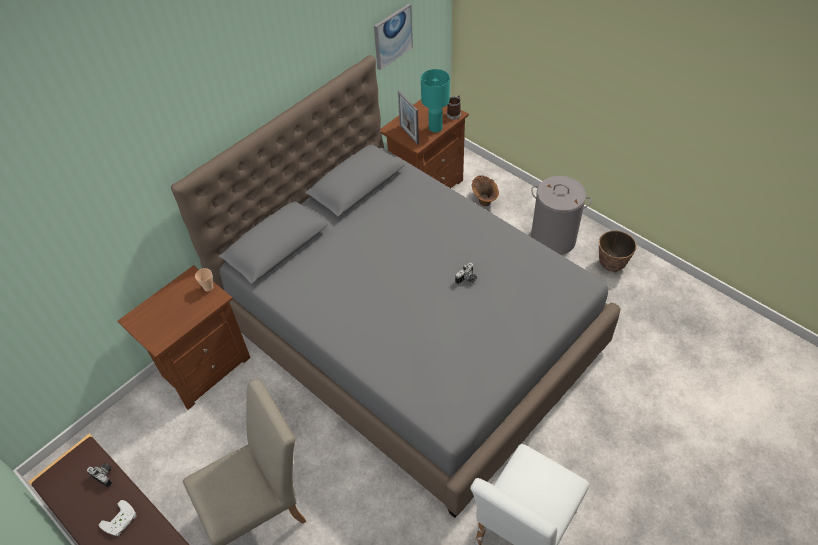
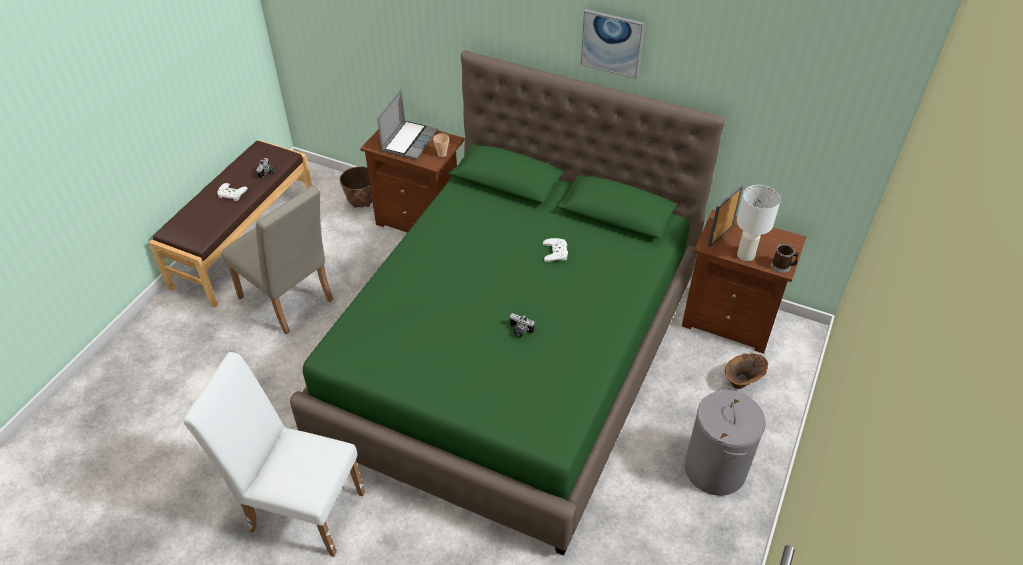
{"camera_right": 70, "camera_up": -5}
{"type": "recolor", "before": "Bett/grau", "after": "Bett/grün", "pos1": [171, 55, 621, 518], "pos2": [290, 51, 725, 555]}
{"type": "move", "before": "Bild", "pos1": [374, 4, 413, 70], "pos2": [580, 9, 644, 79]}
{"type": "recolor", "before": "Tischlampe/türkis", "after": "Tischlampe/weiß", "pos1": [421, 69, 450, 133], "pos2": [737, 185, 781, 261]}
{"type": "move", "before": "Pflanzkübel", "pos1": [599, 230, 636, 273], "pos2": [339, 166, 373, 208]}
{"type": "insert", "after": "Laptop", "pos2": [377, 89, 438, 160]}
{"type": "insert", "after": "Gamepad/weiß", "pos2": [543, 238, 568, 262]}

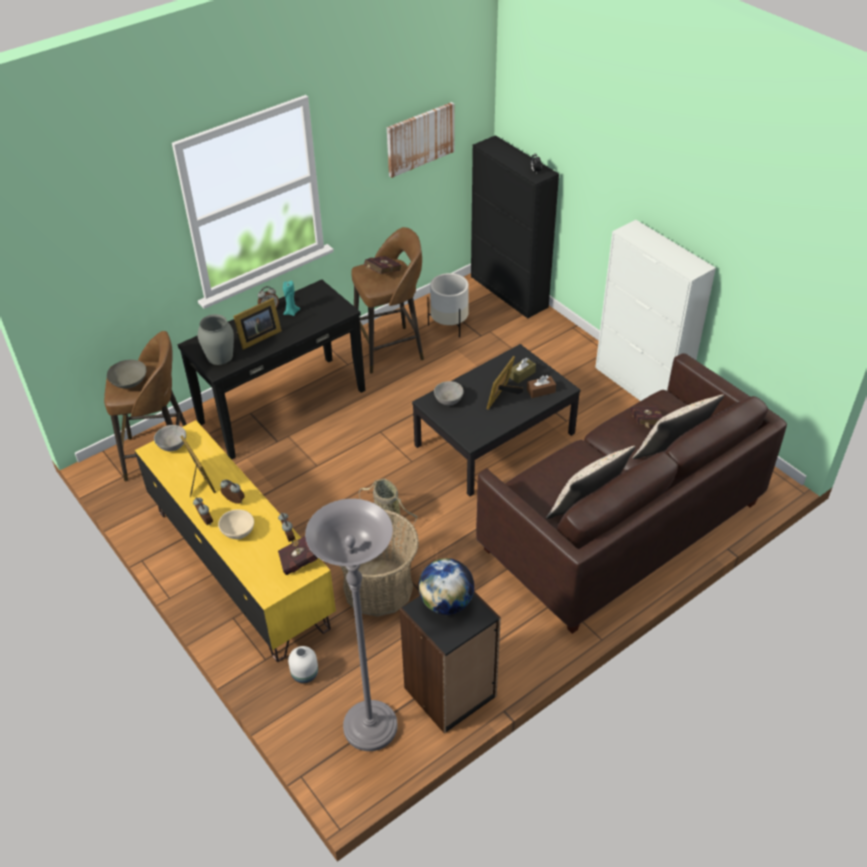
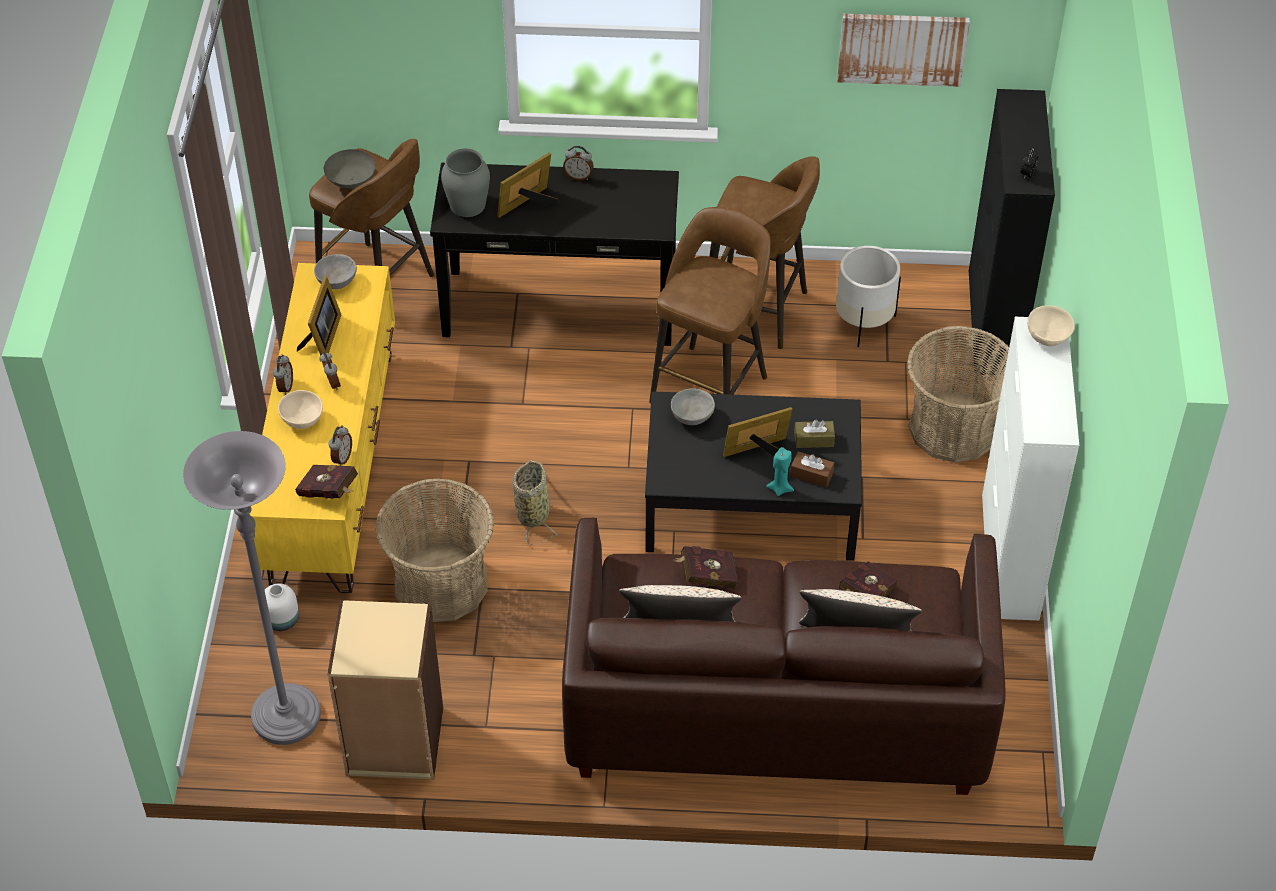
{"camera_right": 40, "camera_up": 5}
{"type": "rotate", "before": "Bilderrahmen", "pos1": [233, 298, 282, 350], "pos2": [497, 152, 559, 218], "turn": 135}
{"type": "move", "before": "Kerze/türkis", "pos1": [283, 280, 300, 316], "pos2": [766, 447, 794, 496]}
{"type": "move", "before": "Buch/rot", "pos1": [364, 256, 402, 274], "pos2": [674, 546, 739, 589]}
{"type": "recolor", "before": "Bücherregal/schwarz", "after": "Bücherregal/beige", "pos1": [400, 591, 501, 734], "pos2": [327, 600, 443, 780]}
{"type": "delete", "before": "Globus", "pos1": [419, 558, 474, 615]}
{"type": "insert", "after": "Hocker/braun", "pos2": [649, 207, 771, 404]}
{"type": "insert", "after": "Korb", "pos2": [907, 326, 1009, 463]}
{"type": "insert", "after": "Schüssel/beige", "pos2": [1027, 305, 1075, 346]}

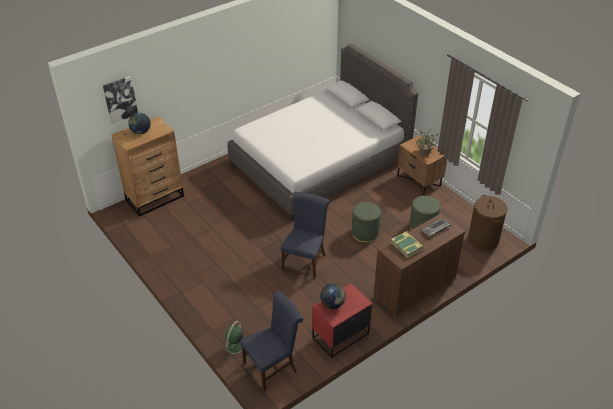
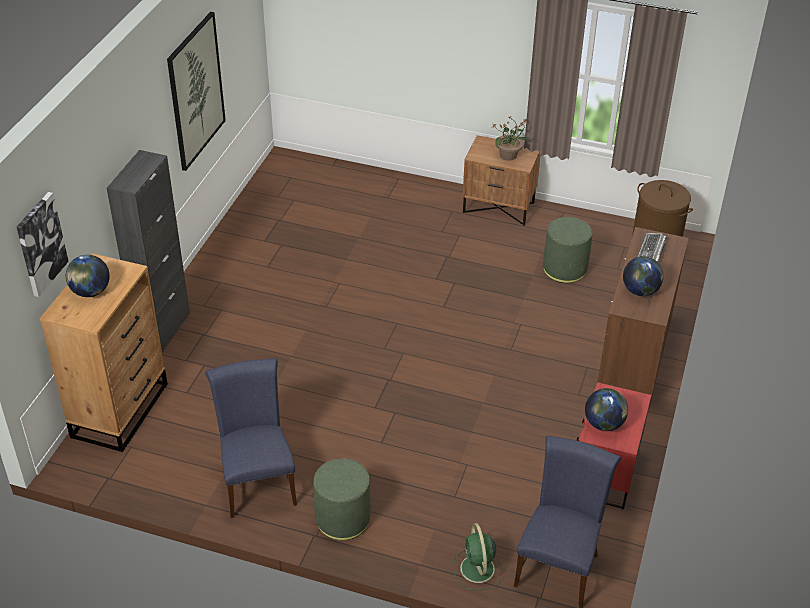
{"camera_right": -35, "camera_up": 0}
{"type": "delete", "before": "Bett/weiß", "pos1": [227, 43, 419, 221]}
{"type": "move", "before": "Stuhl/blau", "pos1": [281, 192, 330, 279], "pos2": [205, 358, 297, 518]}
{"type": "move", "before": "Polsterhocker/grün", "pos1": [352, 202, 381, 243], "pos2": [313, 458, 371, 541]}
{"type": "replace", "before": "Buch", "after": "Globus", "pos1": [391, 231, 424, 258], "pos2": [623, 256, 664, 296]}
{"type": "insert", "after": "Schrank/schwarz", "pos2": [107, 150, 190, 353]}
{"type": "insert", "after": "Bild", "pos2": [167, 12, 226, 171]}

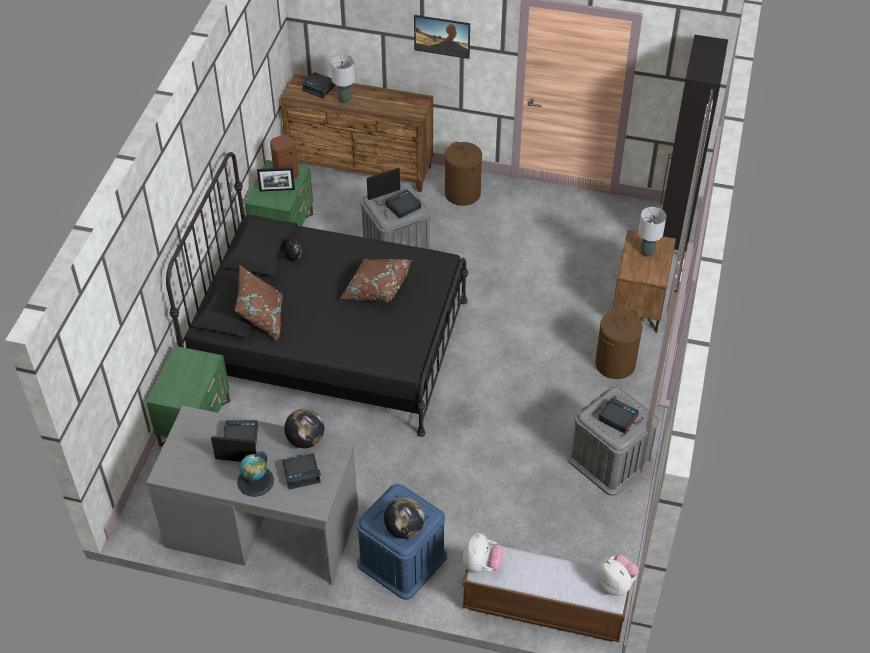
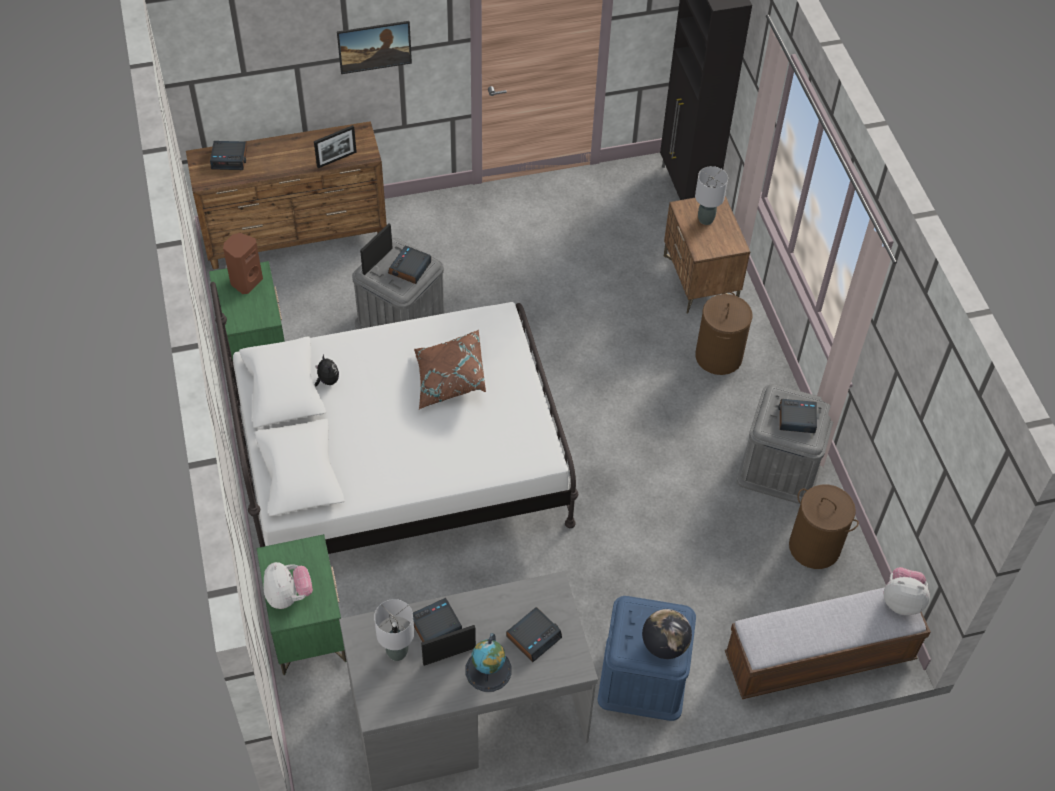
{"camera_right": -30, "camera_up": 5}
{"type": "recolor", "before": "Bett/schwarz", "after": "Bett/weiß", "pos1": [166, 152, 468, 437], "pos2": [210, 282, 578, 554]}
{"type": "delete", "before": "Kissen/braun", "pos1": [235, 265, 283, 341]}
{"type": "move", "before": "Bilderrahmen", "pos1": [257, 167, 295, 191], "pos2": [314, 125, 357, 168]}
{"type": "delete", "before": "Globus", "pos1": [284, 408, 324, 448]}
{"type": "move", "before": "Tischlampe/grau", "pos1": [331, 54, 355, 104], "pos2": [374, 599, 414, 661]}
{"type": "move", "before": "Wäschekorb/braun", "pos1": [445, 142, 482, 206], "pos2": [789, 485, 859, 569]}
{"type": "move", "before": "Plüschtier", "pos1": [463, 533, 504, 572], "pos2": [264, 562, 313, 609]}

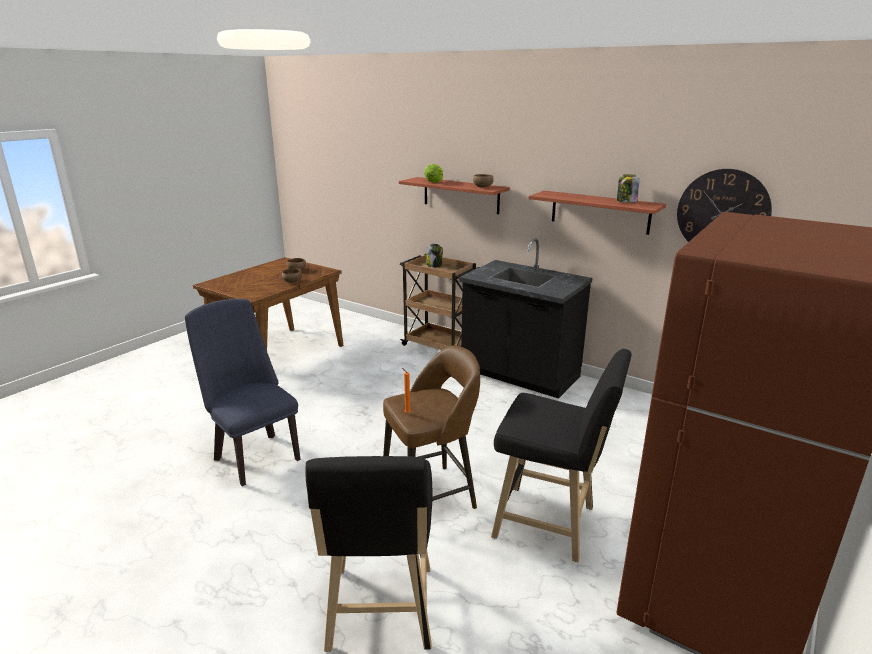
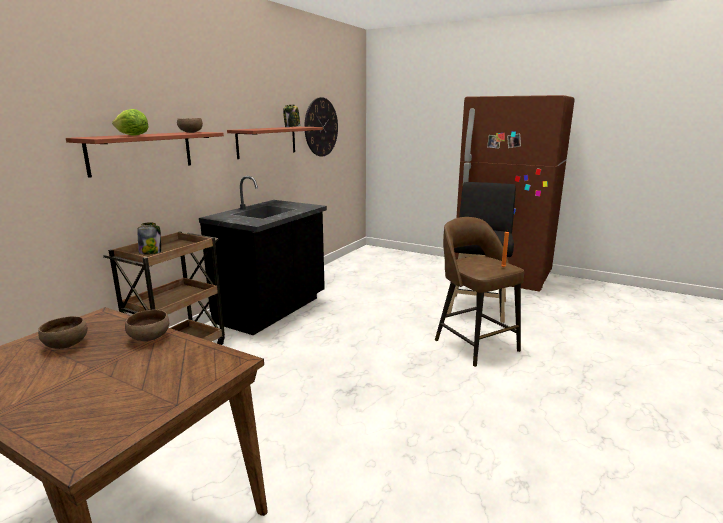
{"camera_right": -95, "camera_up": -5}
{"type": "delete", "before": "Stuhl/blau", "pos1": [185, 299, 301, 486]}
{"type": "delete", "before": "Hocker/schwarz", "pos1": [305, 456, 433, 652]}

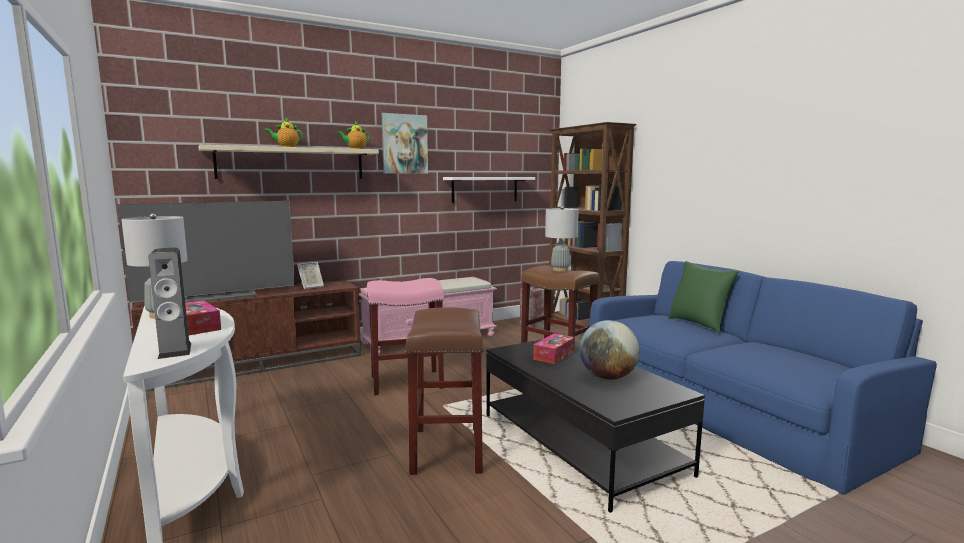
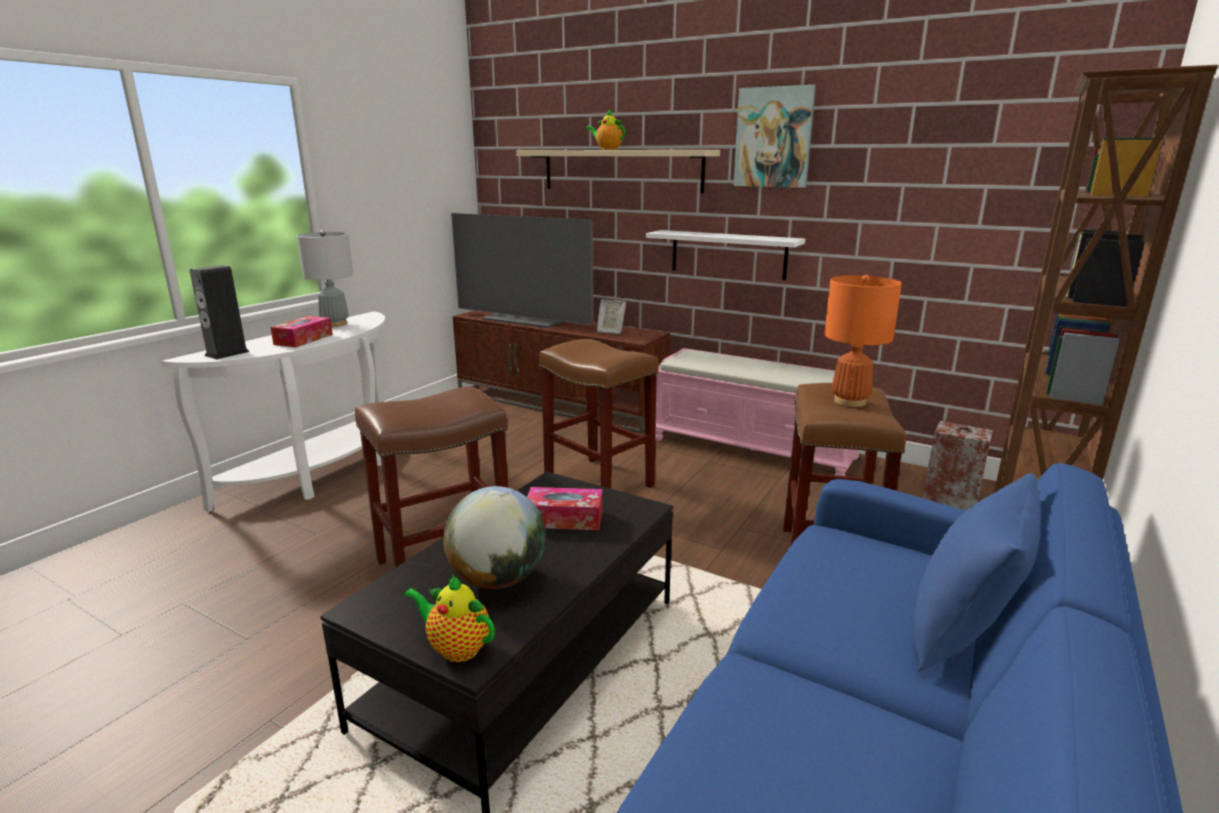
{"camera_right": 60, "camera_up": 10}
{"type": "move", "before": "Teekanne", "pos1": [337, 121, 370, 149], "pos2": [404, 575, 495, 662]}
{"type": "recolor", "before": "Hocker/rosa", "after": "Hocker/braun", "pos1": [367, 278, 444, 395], "pos2": [539, 339, 659, 489]}
{"type": "move", "before": "Wandregal/weiß", "pos1": [443, 177, 535, 203], "pos2": [646, 230, 805, 280]}
{"type": "recolor", "before": "Tischlampe/grau", "after": "Tischlampe/orange", "pos1": [545, 206, 579, 271], "pos2": [824, 275, 902, 407]}
{"type": "recolor", "before": "Kissen/grün", "after": "Kissen/blau", "pos1": [668, 261, 739, 333], "pos2": [914, 473, 1041, 672]}

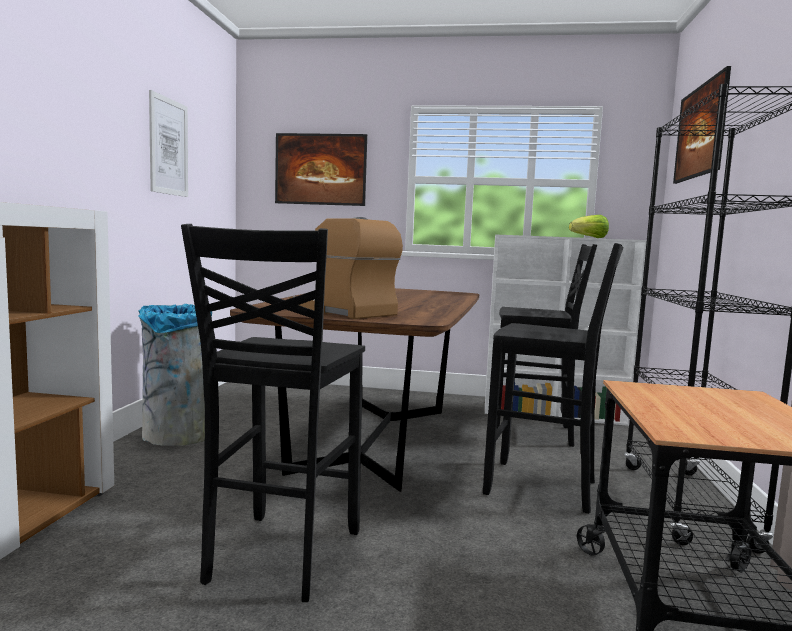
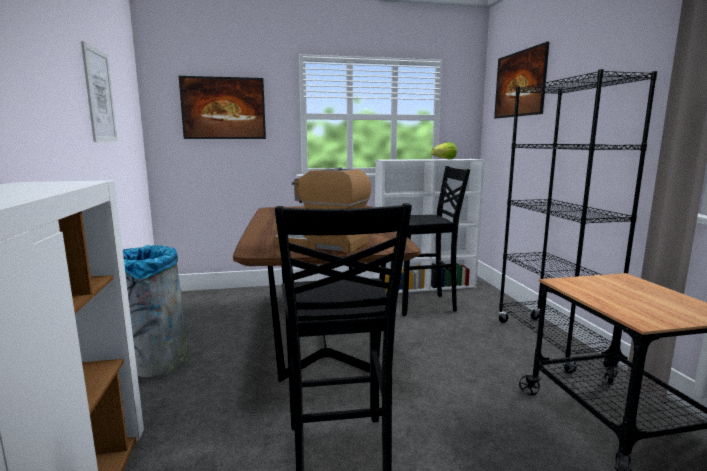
{"camera_right": -20, "camera_up": 5}
{"type": "delete", "before": "Hocker/schwarz", "pos1": [483, 243, 624, 514]}

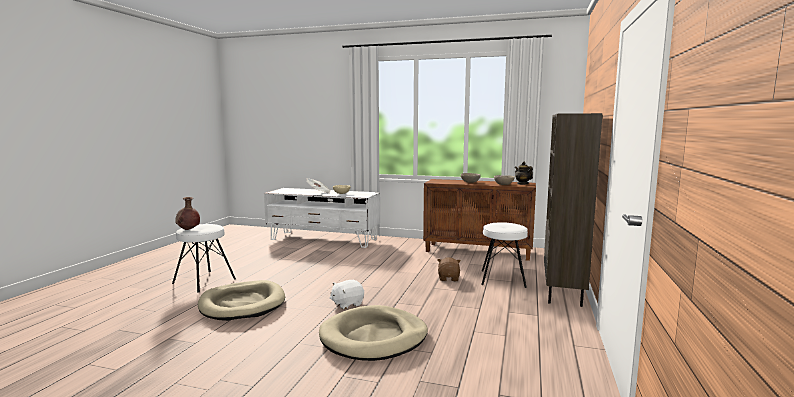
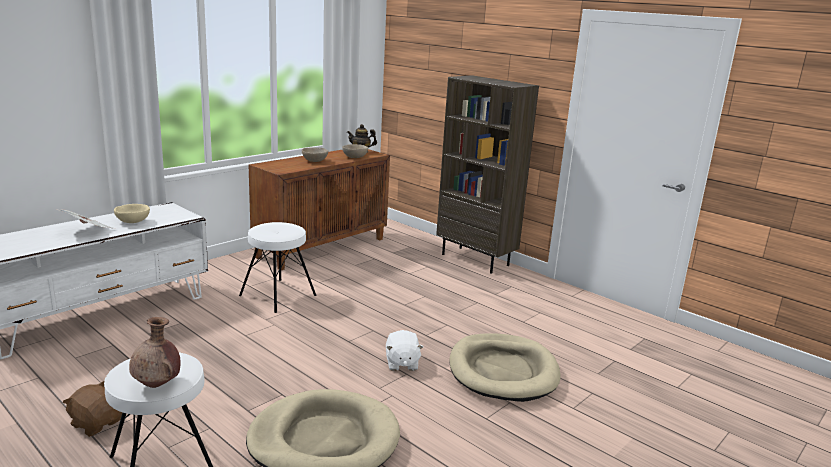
{"camera_right": -65, "camera_up": 10}
{"type": "move", "before": "Plüschtier/braun", "pos1": [437, 257, 461, 281], "pos2": [63, 381, 123, 437]}
{"type": "move", "before": "Hocker/weiß", "pos1": [481, 222, 528, 288], "pos2": [239, 222, 316, 313]}

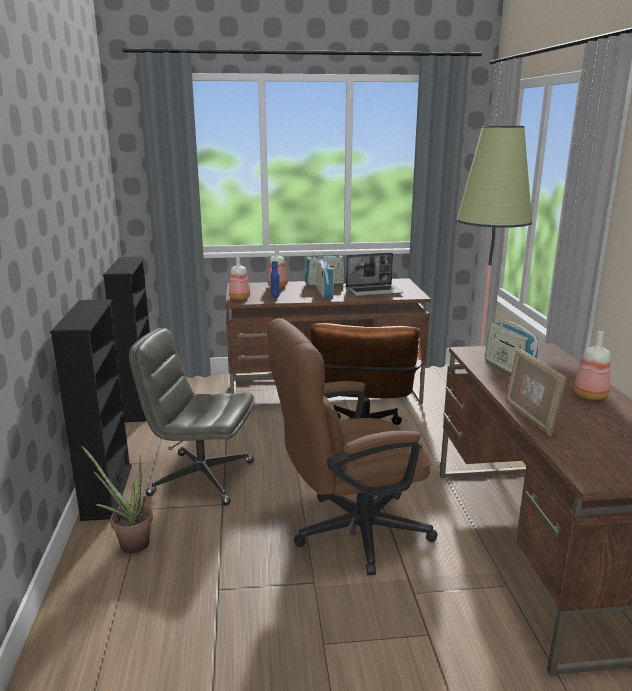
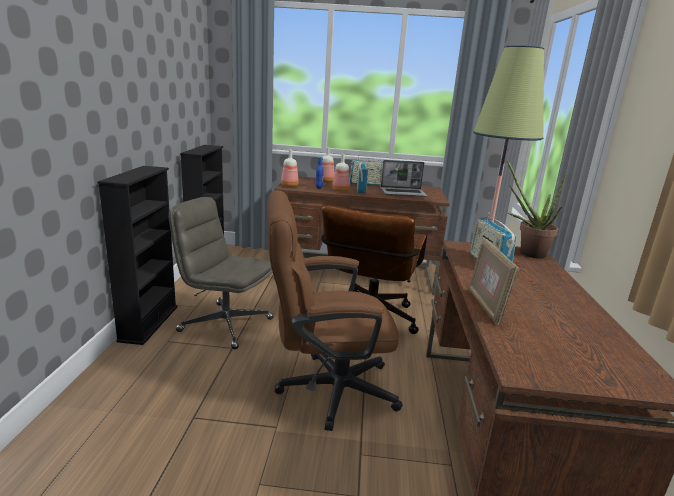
{"camera_right": 10, "camera_up": 0}
{"type": "move", "before": "Topfpflanze", "pos1": [81, 445, 153, 553], "pos2": [506, 159, 567, 259]}
{"type": "move", "before": "Flasche", "pos1": [574, 331, 610, 400], "pos2": [332, 154, 350, 192]}

